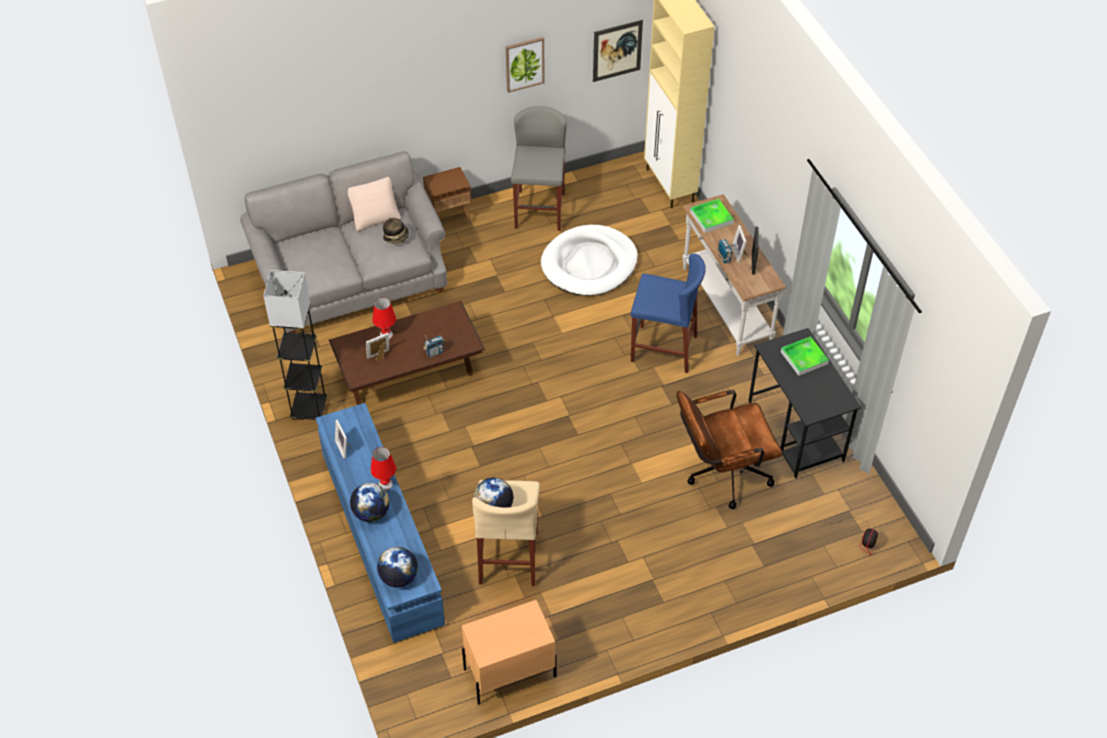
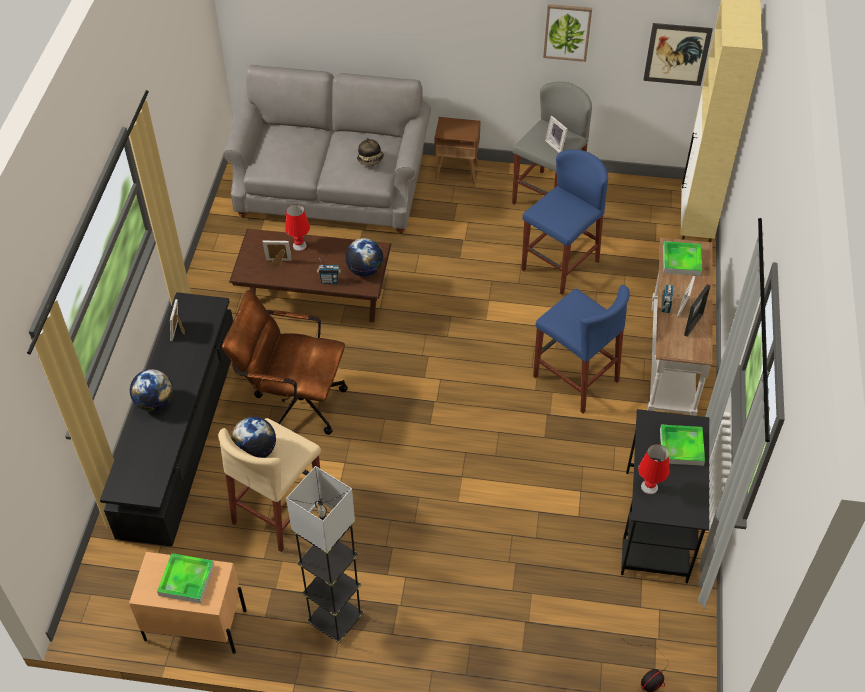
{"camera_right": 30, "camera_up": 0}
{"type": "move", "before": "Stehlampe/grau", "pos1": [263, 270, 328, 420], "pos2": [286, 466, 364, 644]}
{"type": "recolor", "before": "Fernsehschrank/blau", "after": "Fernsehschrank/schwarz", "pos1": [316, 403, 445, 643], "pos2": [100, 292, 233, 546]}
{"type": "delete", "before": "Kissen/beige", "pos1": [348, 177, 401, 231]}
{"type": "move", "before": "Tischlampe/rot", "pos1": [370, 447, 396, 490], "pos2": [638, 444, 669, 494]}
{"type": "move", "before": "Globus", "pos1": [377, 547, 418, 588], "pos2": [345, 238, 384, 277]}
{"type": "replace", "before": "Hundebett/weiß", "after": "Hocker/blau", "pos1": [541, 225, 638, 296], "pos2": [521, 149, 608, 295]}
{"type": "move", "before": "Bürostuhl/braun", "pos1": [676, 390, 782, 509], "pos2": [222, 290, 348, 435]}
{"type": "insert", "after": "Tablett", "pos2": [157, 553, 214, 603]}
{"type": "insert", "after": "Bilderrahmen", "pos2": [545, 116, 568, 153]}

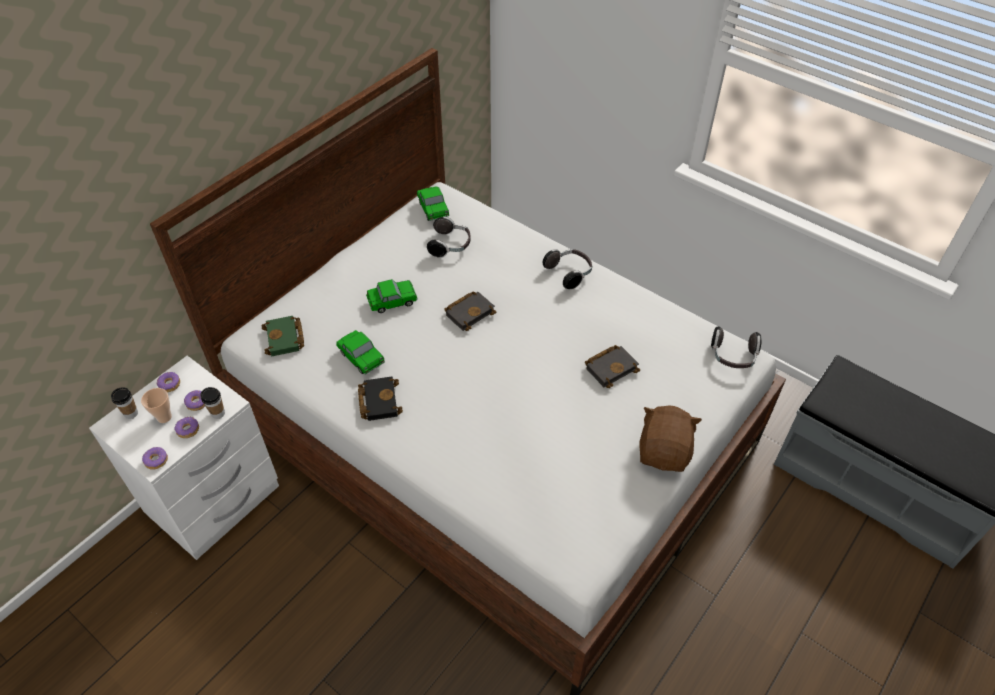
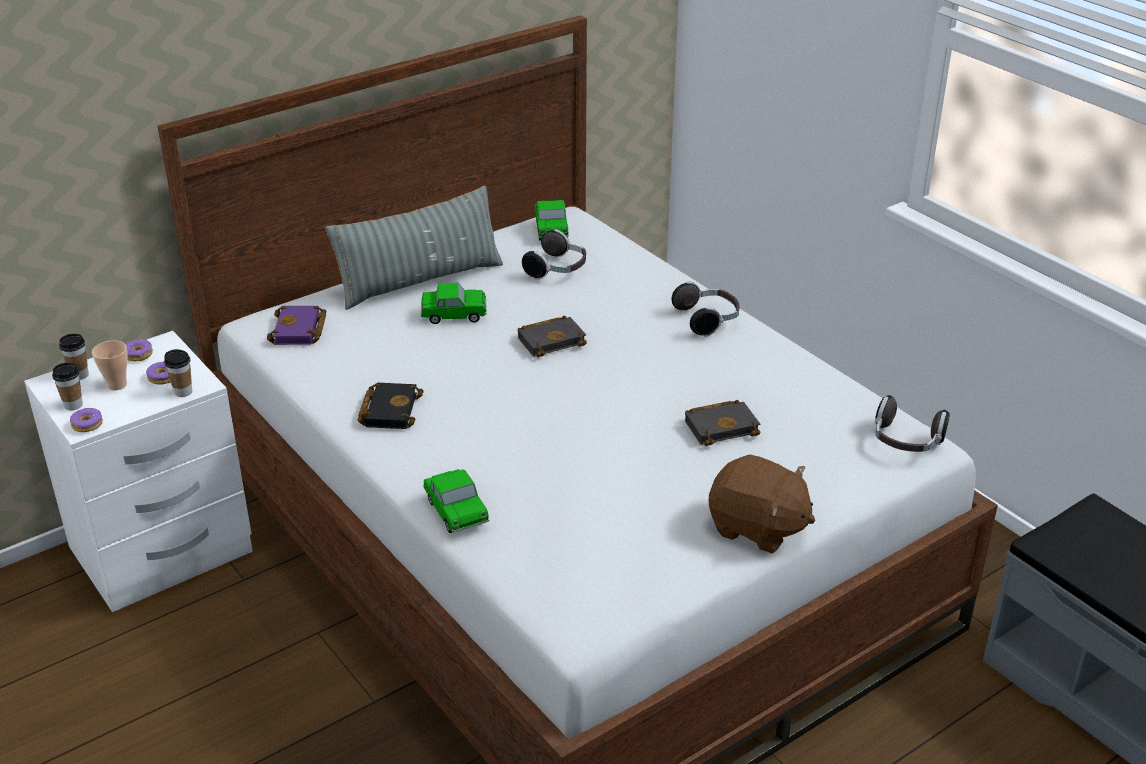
{"camera_right": 15, "camera_up": -15}
{"type": "delete", "before": "Donut", "pos1": [174, 417, 199, 438]}
{"type": "recolor", "before": "Buch/grün", "after": "Buch/lila", "pos1": [262, 316, 304, 357], "pos2": [267, 306, 326, 345]}
{"type": "move", "before": "Spielzeugauto", "pos1": [336, 330, 385, 374], "pos2": [423, 469, 489, 533]}
{"type": "rotate", "before": "Plüschtier/braun", "pos1": [640, 405, 702, 472], "pos2": [709, 454, 815, 553], "turn": 90}
{"type": "insert", "after": "Tasse", "pos2": [52, 363, 83, 411]}
{"type": "insert", "after": "Kissen/grau", "pos2": [325, 186, 503, 310]}

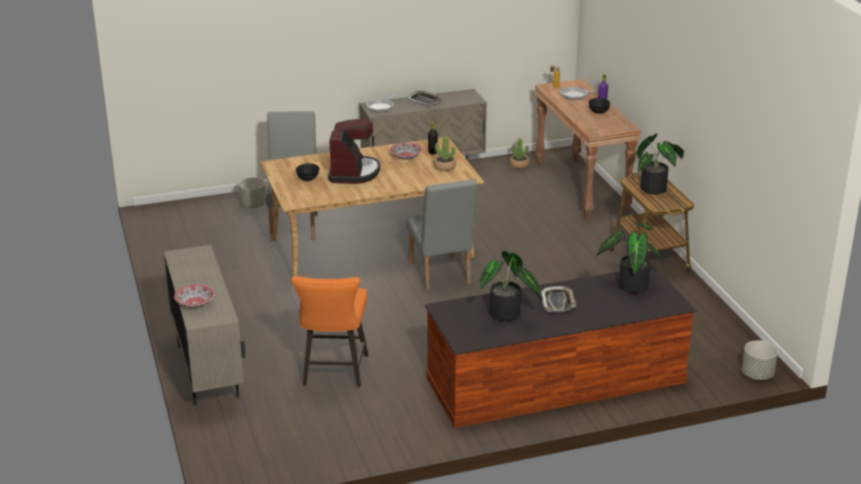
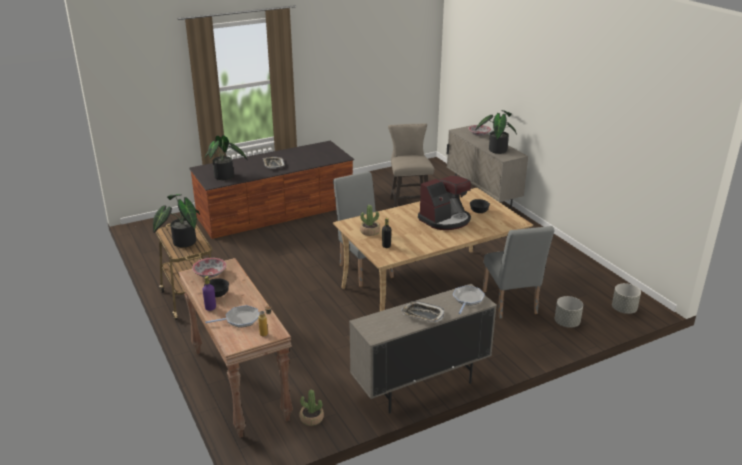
{"camera_right": 170, "camera_up": 0}
{"type": "recolor", "before": "Hocker/orange", "after": "Hocker/beige", "pos1": [291, 276, 369, 387], "pos2": [388, 123, 434, 207]}
{"type": "rotate", "before": "Kaffeemaschine", "pos1": [328, 118, 380, 184], "pos2": [418, 175, 471, 230], "turn": -120}
{"type": "move", "before": "Schüssel", "pos1": [390, 142, 422, 160], "pos2": [192, 258, 226, 278]}
{"type": "move", "before": "Topfpflanze", "pos1": [479, 251, 543, 321], "pos2": [475, 110, 517, 154]}
{"type": "move", "before": "Pflanzkübel/grau", "pos1": [742, 340, 778, 380], "pos2": [612, 283, 641, 314]}

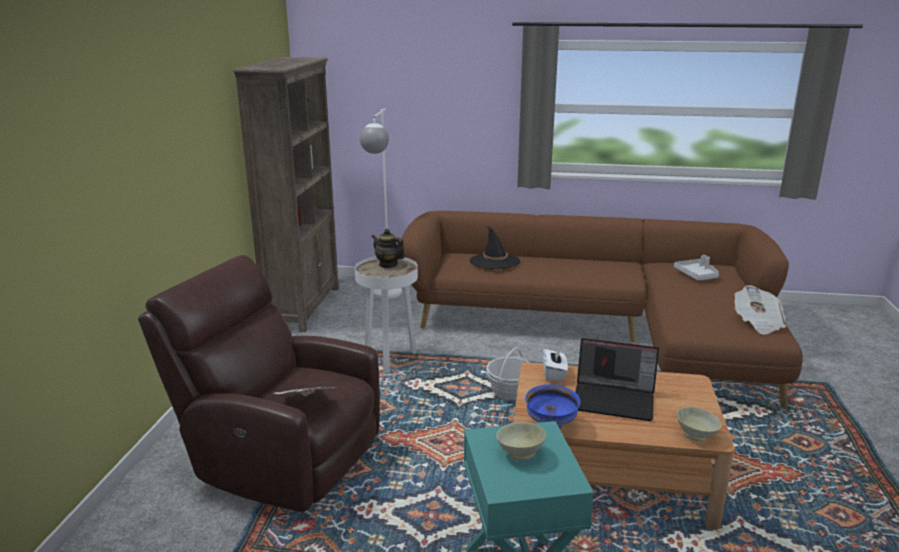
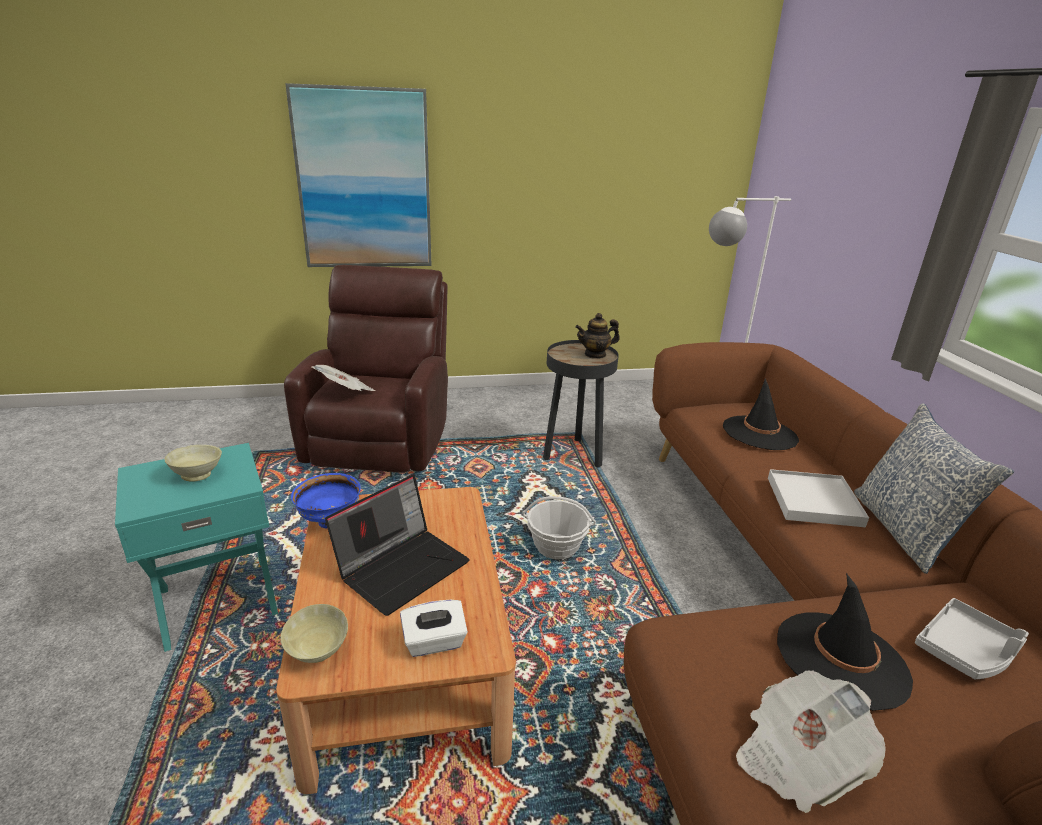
{"camera_right": 70, "camera_up": 5}
{"type": "delete", "before": "Bücherregal/braun", "pos1": [233, 57, 339, 332]}
{"type": "recolor", "before": "Beistelltisch/weiß", "after": "Beistelltisch/schwarz", "pos1": [355, 257, 418, 373], "pos2": [543, 340, 619, 468]}
{"type": "rotate", "before": "Teekanne", "pos1": [371, 229, 405, 268], "pos2": [575, 313, 620, 359], "turn": -120}
{"type": "move", "before": "Taschentuchbox/weiß", "pos1": [543, 346, 568, 381], "pos2": [400, 600, 468, 657]}
{"type": "rotate", "before": "Laptop", "pos1": [575, 338, 659, 421], "pos2": [325, 474, 470, 616], "turn": -135}
{"type": "insert", "after": "Bild", "pos2": [285, 83, 432, 267]}
{"type": "insert", "after": "Tablett/weiß", "pos2": [768, 469, 869, 527]}
{"type": "insert", "after": "Hut/schwarz", "pos2": [777, 573, 913, 711]}
{"type": "insert", "after": "Kissen", "pos2": [854, 404, 1014, 574]}

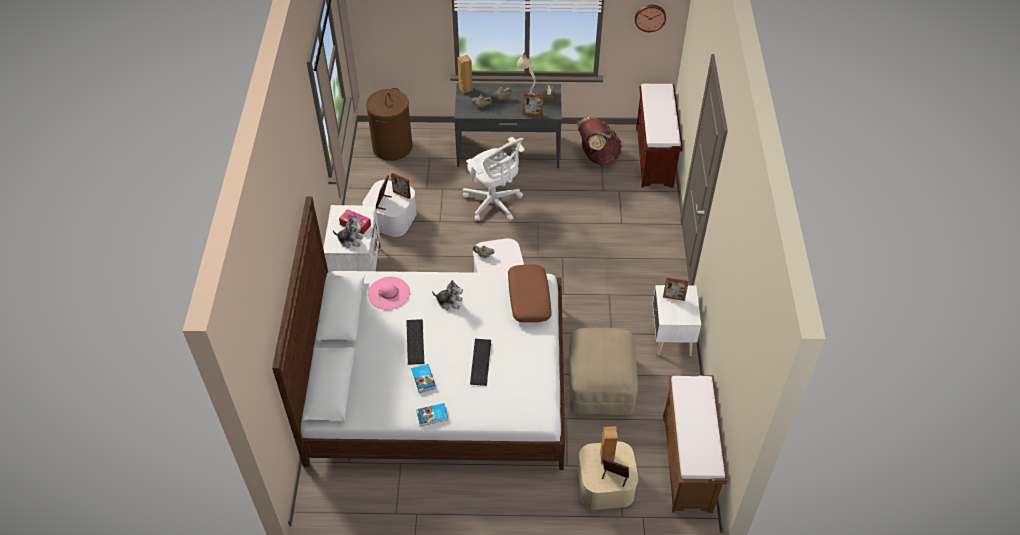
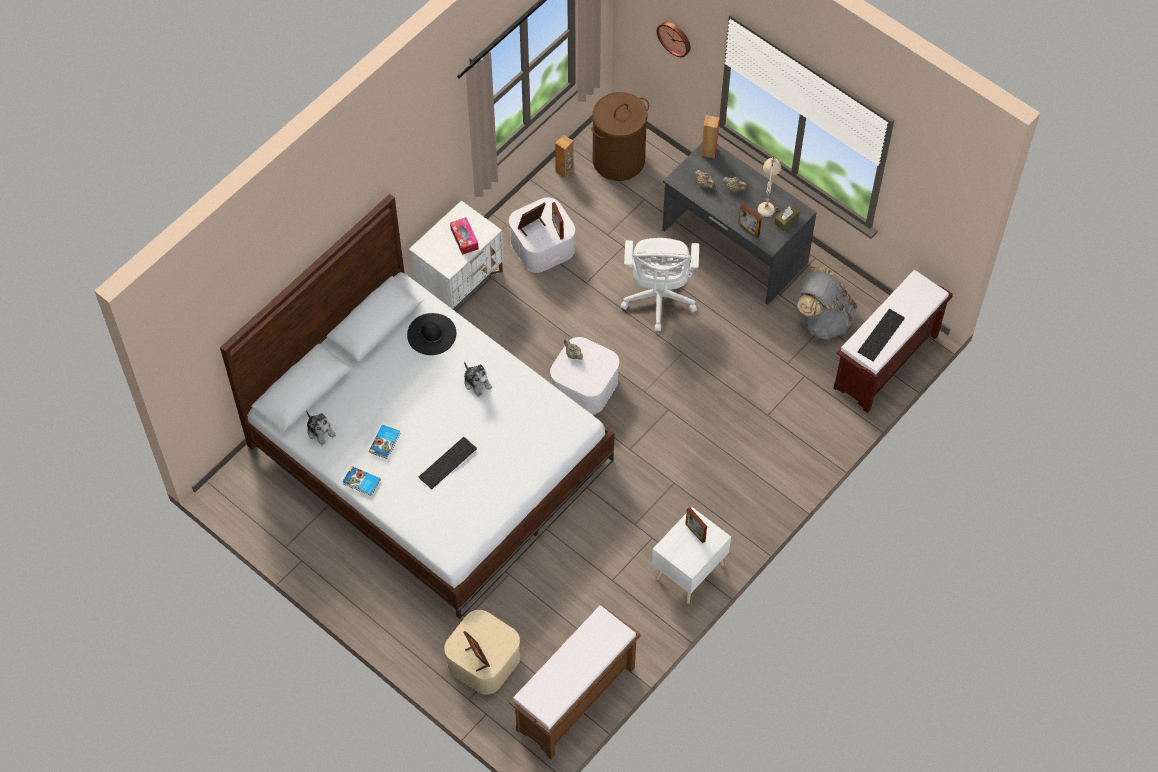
{"camera_right": 40, "camera_up": 10}
{"type": "move", "before": "Plüschtier", "pos1": [333, 218, 363, 248], "pos2": [306, 410, 336, 446]}
{"type": "recolor", "before": "Hut/rosa", "after": "Hut/schwarz", "pos1": [368, 277, 410, 310], "pos2": [407, 313, 456, 355]}
{"type": "move", "before": "Tastatur", "pos1": [406, 319, 424, 365], "pos2": [858, 309, 905, 361]}
{"type": "delete", "before": "Kissen/braun", "pos1": [508, 264, 552, 323]}
{"type": "delete", "before": "Polsterhocker/beige", "pos1": [569, 328, 638, 415]}
{"type": "recolor", "before": "Rucksack/braun", "after": "Rucksack/grau", "pos1": [577, 117, 622, 166], "pos2": [797, 267, 857, 340]}
{"type": "move", "before": "Lautsprecher/braun", "pos1": [600, 426, 618, 464], "pos2": [555, 135, 574, 178]}
{"type": "move", "before": "Wanduhr", "pos1": [635, 4, 666, 32], "pos2": [657, 22, 691, 57]}

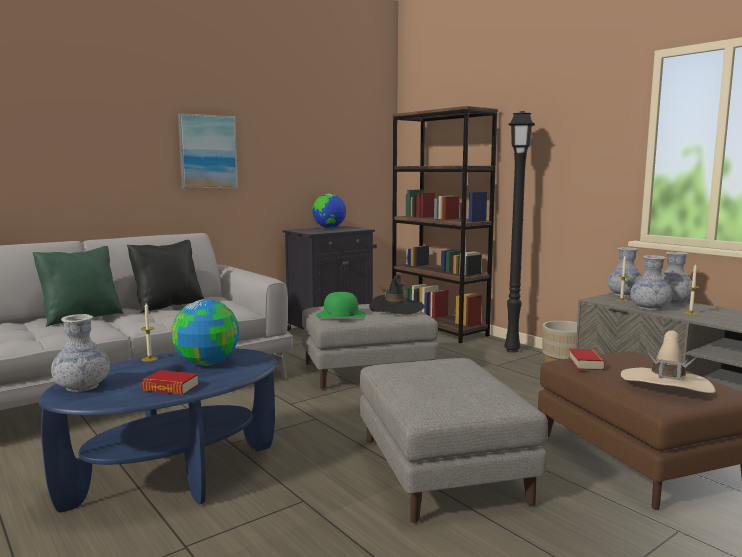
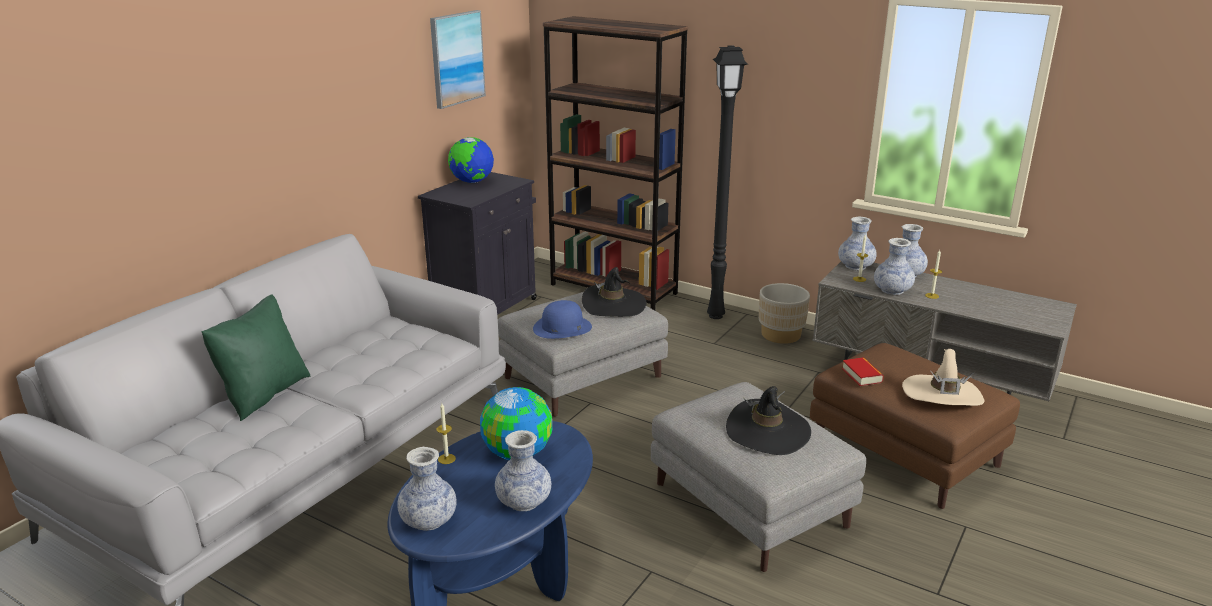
{"camera_right": -20, "camera_up": 15}
{"type": "delete", "before": "Kissen/schwarz", "pos1": [127, 240, 204, 313]}
{"type": "replace", "before": "Buch", "after": "Vase", "pos1": [142, 370, 199, 395], "pos2": [495, 430, 551, 511]}
{"type": "move", "before": "Bild", "pos1": [178, 113, 238, 189], "pos2": [430, 10, 486, 109]}
{"type": "recolor", "before": "Hut/grün", "after": "Hut/blau", "pos1": [316, 292, 366, 318], "pos2": [533, 300, 592, 339]}
{"type": "insert", "after": "Hut/schwarz", "pos2": [726, 386, 811, 455]}

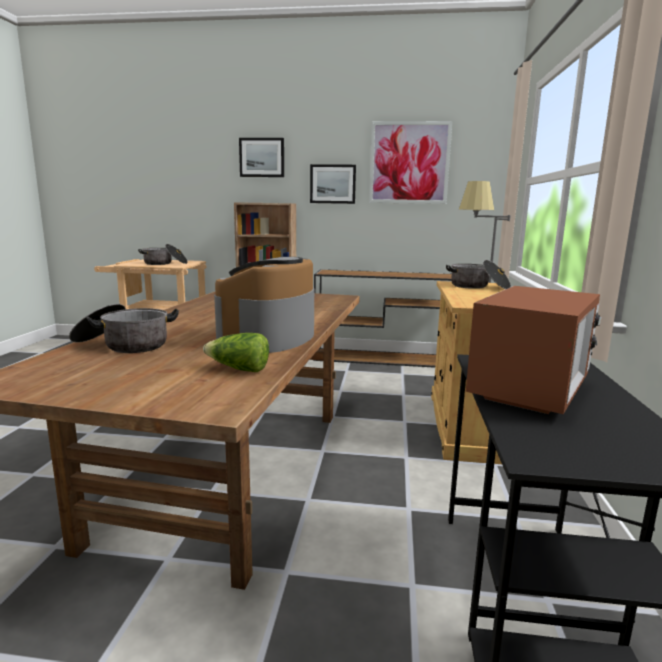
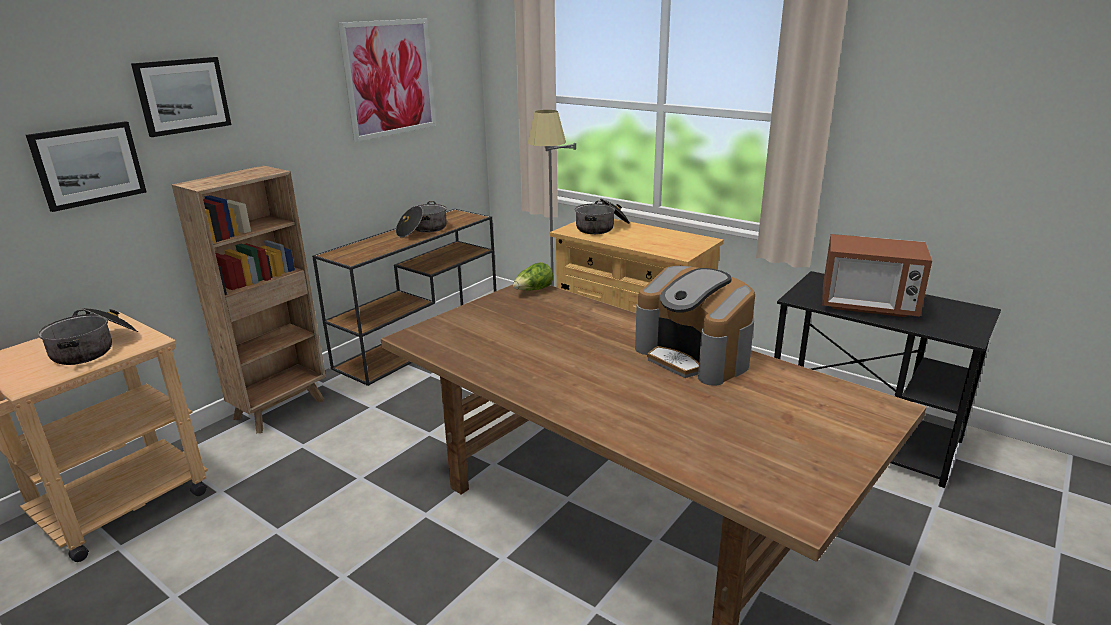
{"camera_right": -60, "camera_up": 10}
{"type": "move", "before": "Kochtopf", "pos1": [69, 304, 179, 353], "pos2": [396, 201, 447, 237]}
{"type": "move", "before": "Salatkopf", "pos1": [203, 333, 269, 372], "pos2": [513, 262, 553, 290]}
{"type": "move", "before": "Bild", "pos1": [310, 164, 356, 204], "pos2": [26, 121, 146, 212]}
{"type": "rotate", "before": "Mikrowelle", "pos1": [466, 286, 602, 414], "pos2": [822, 234, 932, 317], "turn": 135}

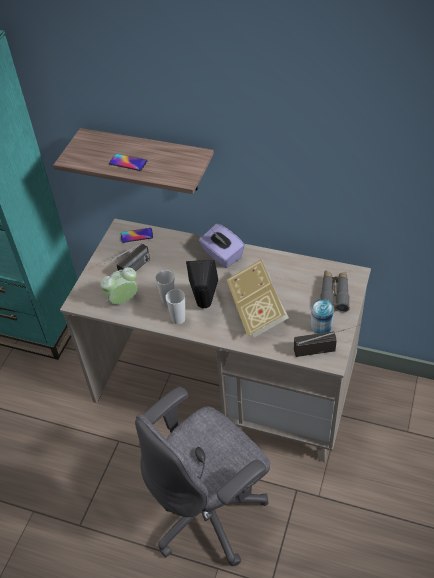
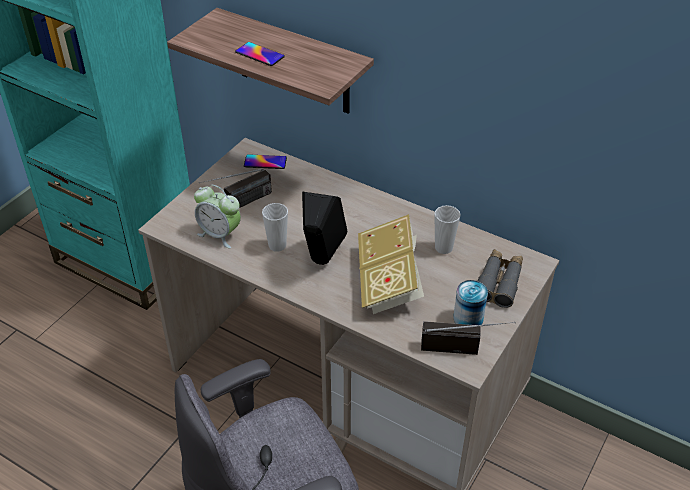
{"camera_right": 10, "camera_up": -5}
{"type": "rotate", "before": "Wecker", "pos1": [100, 267, 138, 304], "pos2": [194, 185, 241, 248], "turn": -135}
{"type": "move", "before": "Tasse", "pos1": [165, 289, 185, 324], "pos2": [434, 205, 461, 254]}
{"type": "delete", "before": "Taschentuchbox/lila", "pos1": [199, 224, 245, 268]}

